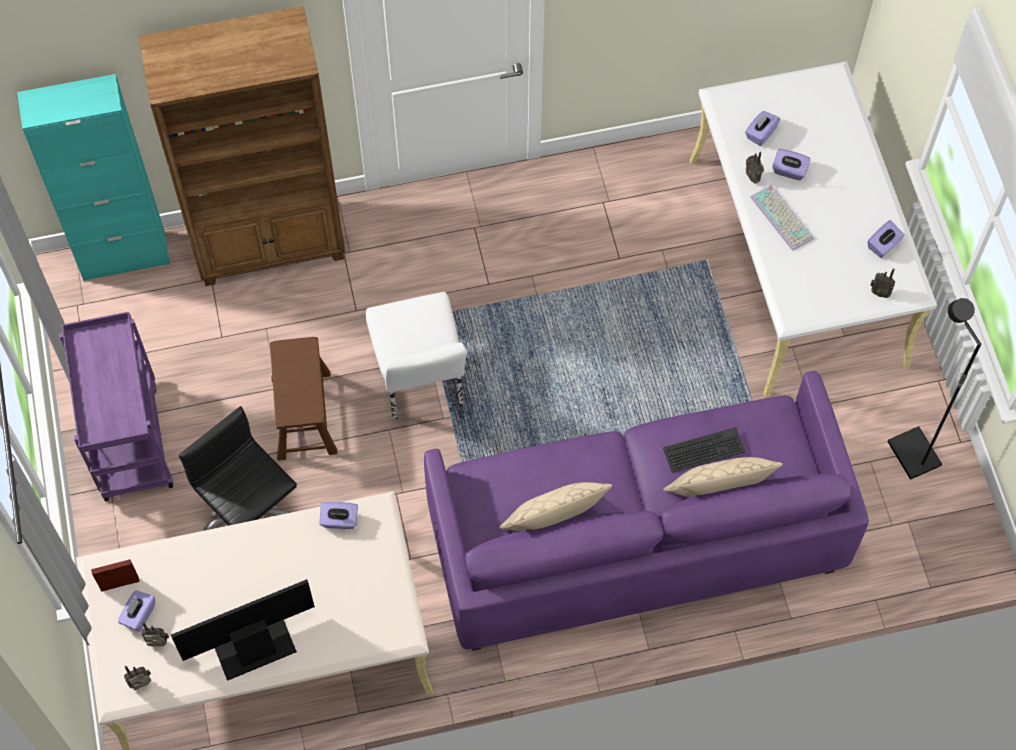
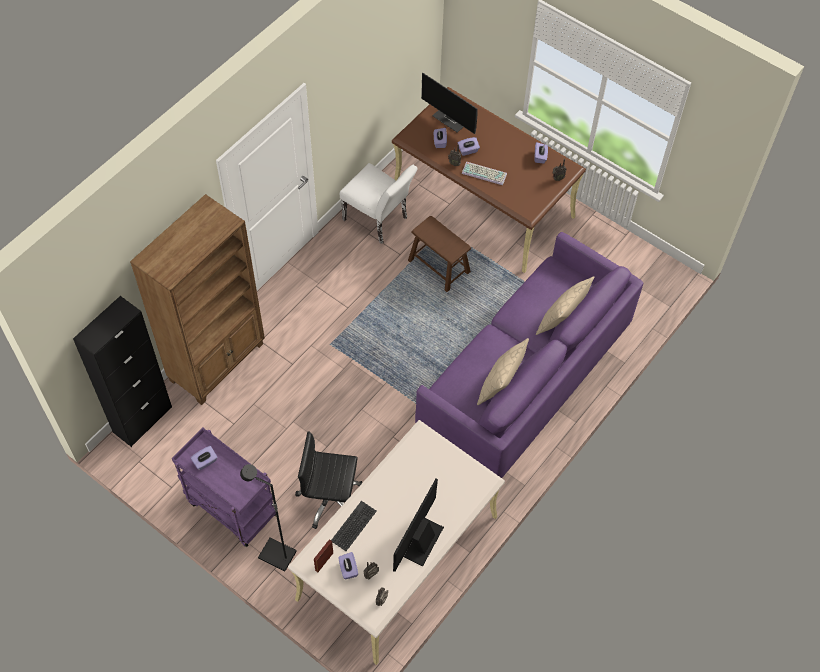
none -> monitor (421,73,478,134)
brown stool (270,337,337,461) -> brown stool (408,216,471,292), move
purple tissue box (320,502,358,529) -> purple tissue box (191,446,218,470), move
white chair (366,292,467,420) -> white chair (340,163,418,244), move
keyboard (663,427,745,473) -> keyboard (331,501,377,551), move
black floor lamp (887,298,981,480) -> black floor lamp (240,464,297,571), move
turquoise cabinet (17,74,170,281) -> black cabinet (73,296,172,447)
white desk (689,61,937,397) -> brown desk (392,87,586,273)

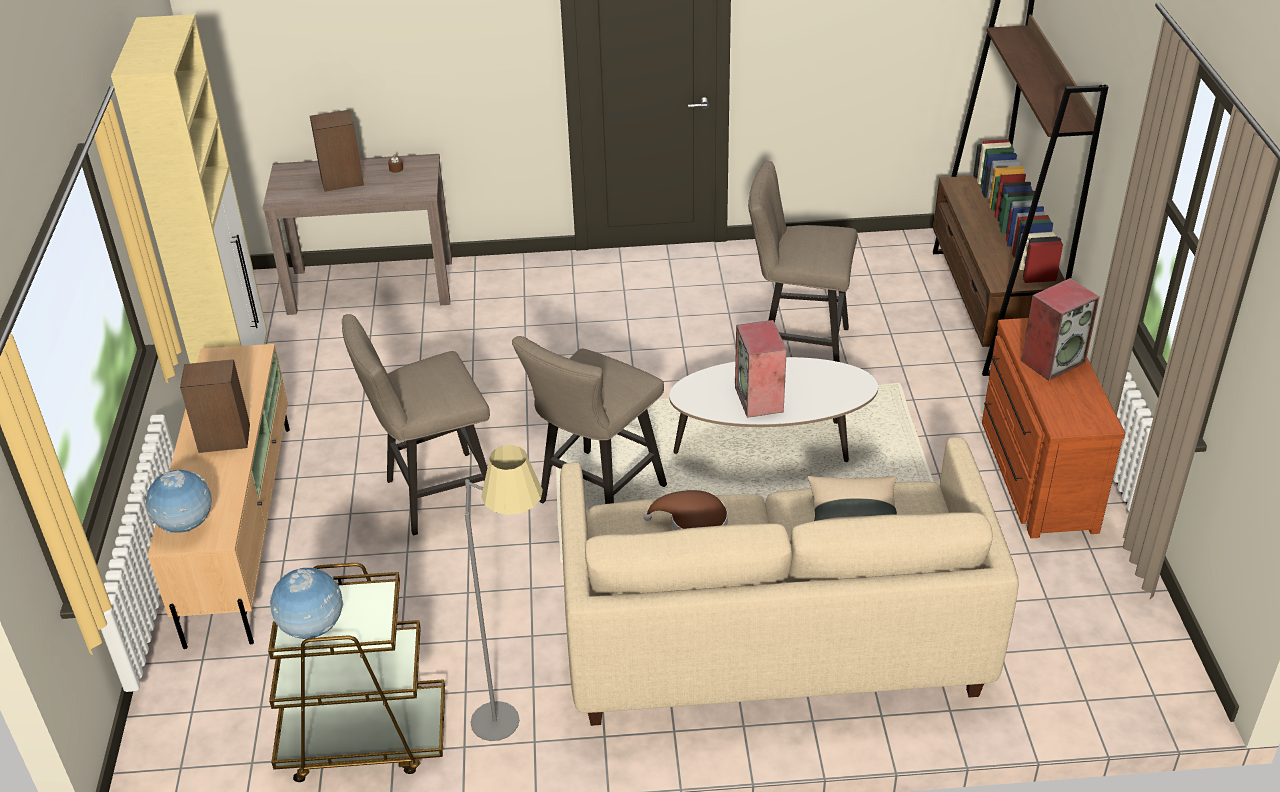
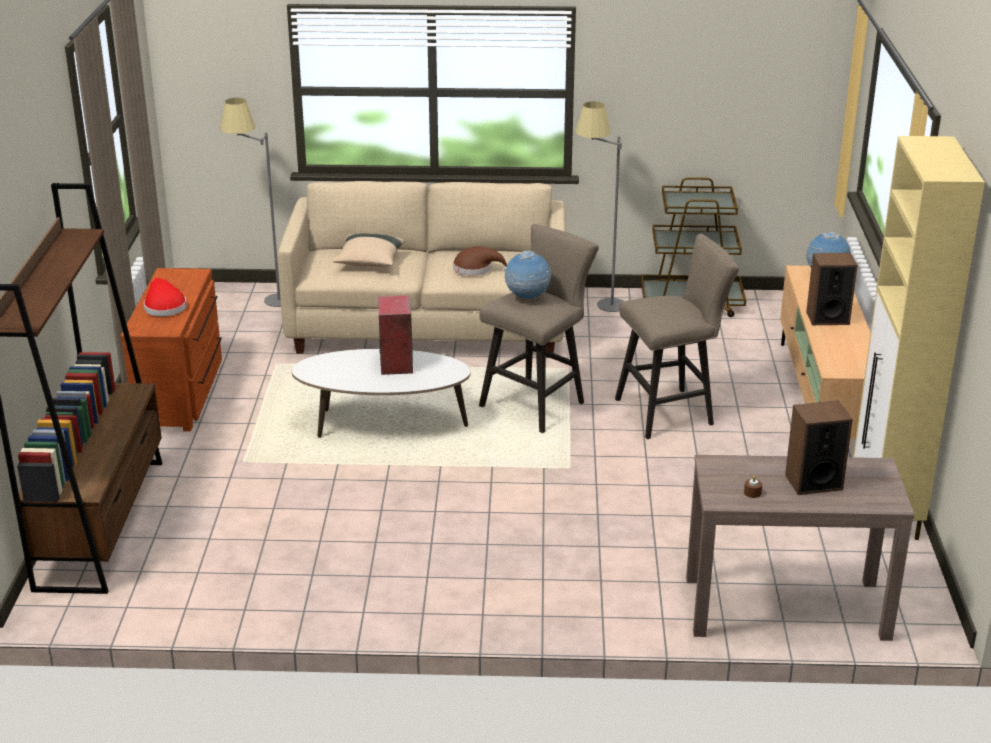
beige stool (748,161,857,362) -> none
none -> grey floor lamp (220,98,281,307)
globe (270,568,343,639) -> globe (505,251,551,301), move
speaker (1021,278,1100,381) -> red hat (144,278,187,316)

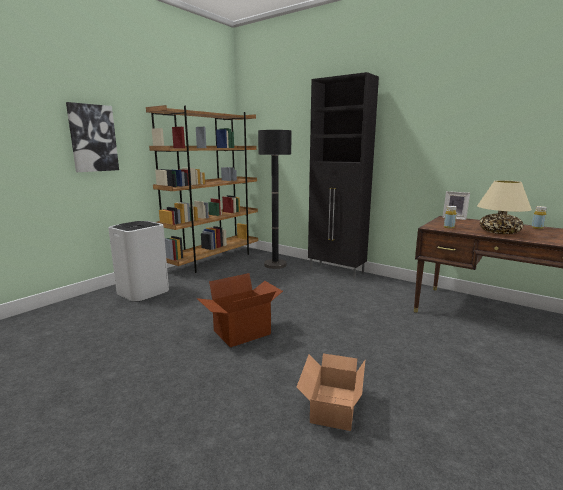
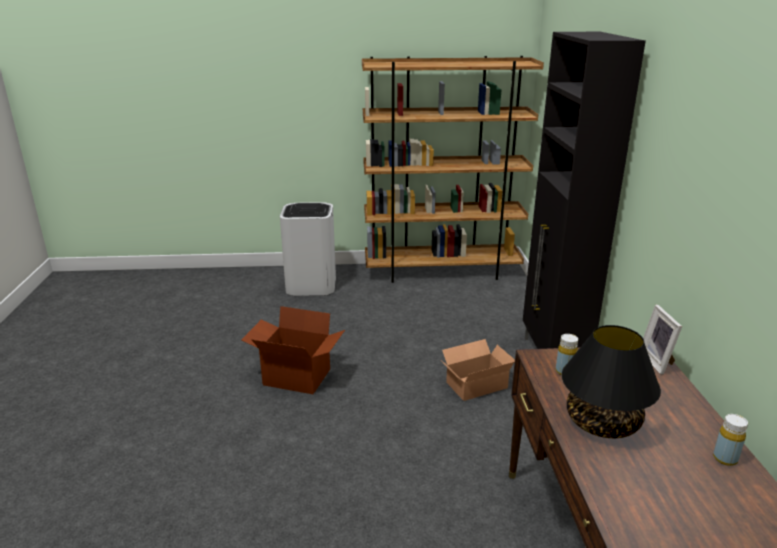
picture (66,102,119,172) -> none
black floor lamp (258,130,291,269) -> none
cardboard box (297,353,365,431) -> cardboard box (442,339,515,401), move
beige table lamp (477,180,532,234) -> black table lamp (561,325,661,438)

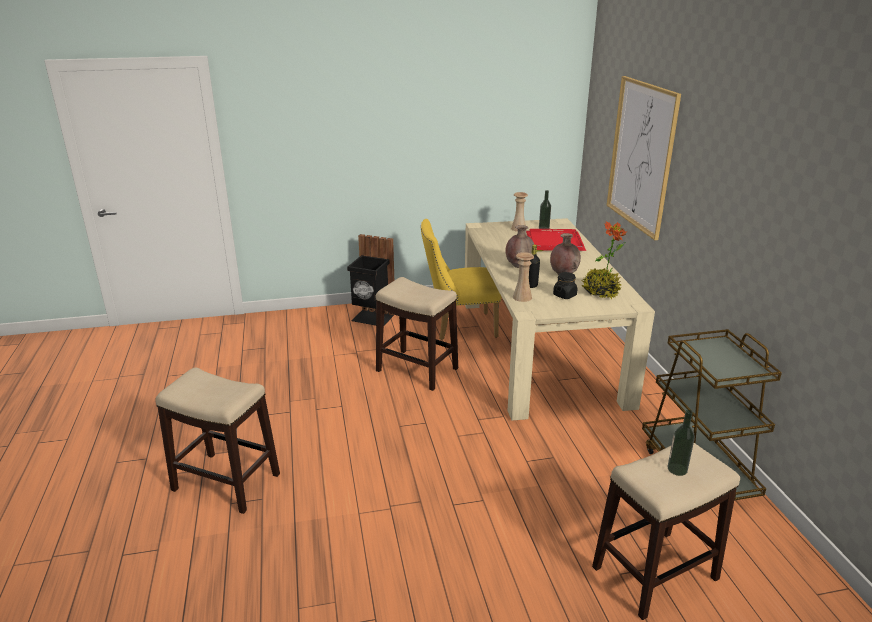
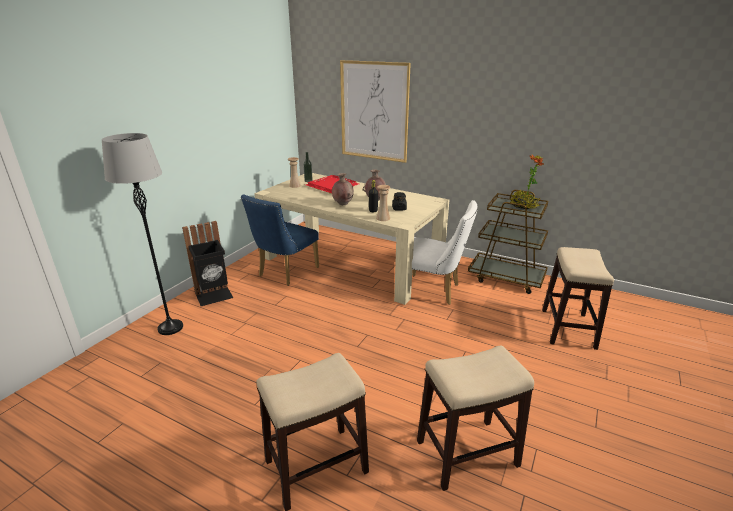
bottle (667,410,695,476) -> none
none -> grey floor lamp (102,133,183,335)
none -> white chair (412,200,478,305)
stool (376,277,458,391) -> stool (417,346,534,491), move
potted plant (582,221,627,299) -> potted plant (510,155,544,209), move
yellow chair (421,219,501,340) -> blue chair (241,194,319,286)

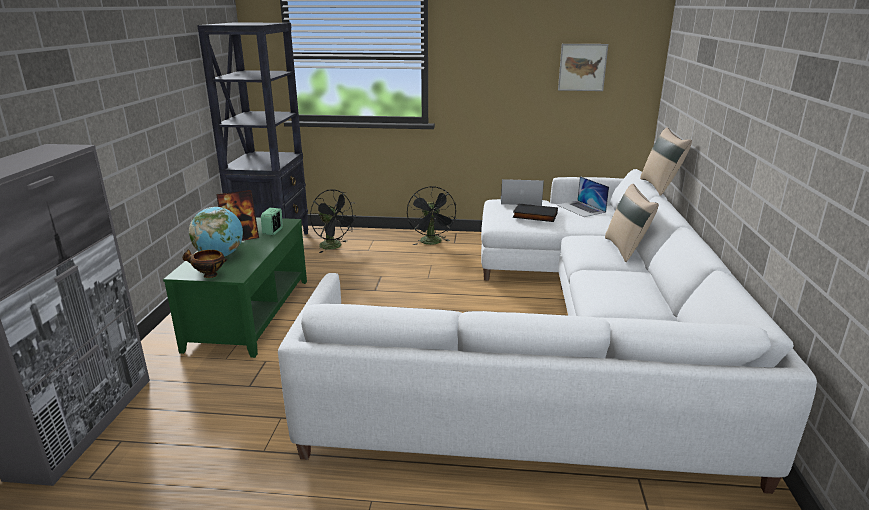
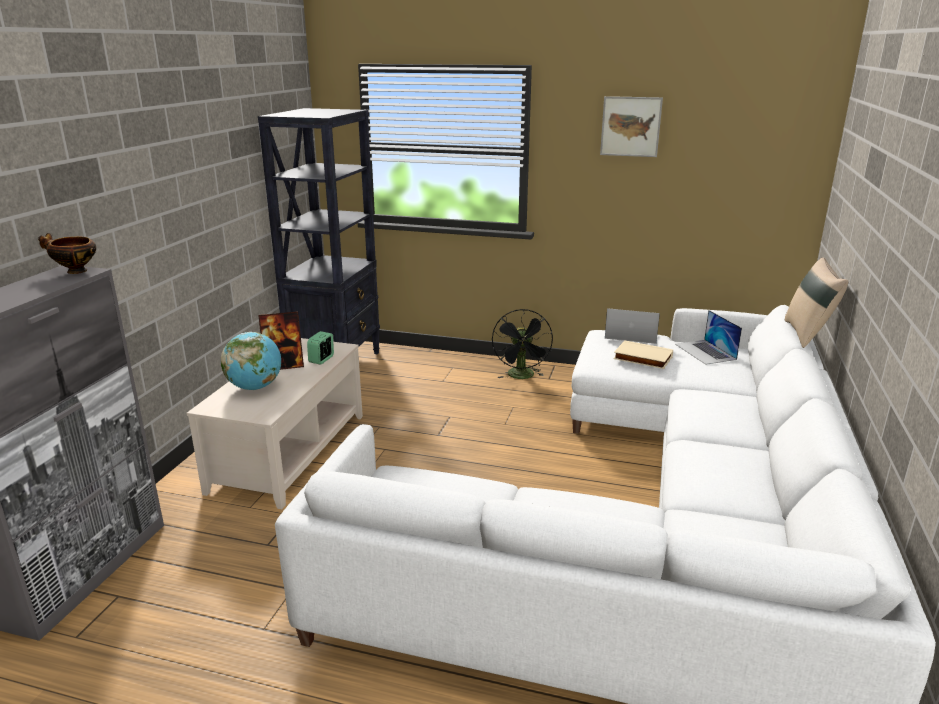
black fan (310,189,357,253) -> none
beige pillow (605,184,659,262) -> none
bowl (182,249,227,278) -> bowl (38,233,96,274), move
picture (558,44,608,91) -> picture (600,96,663,157), move
green coffee table (163,218,307,358) -> beige coffee table (187,338,363,509)
black book (513,203,558,222) -> beige book (613,340,673,369)

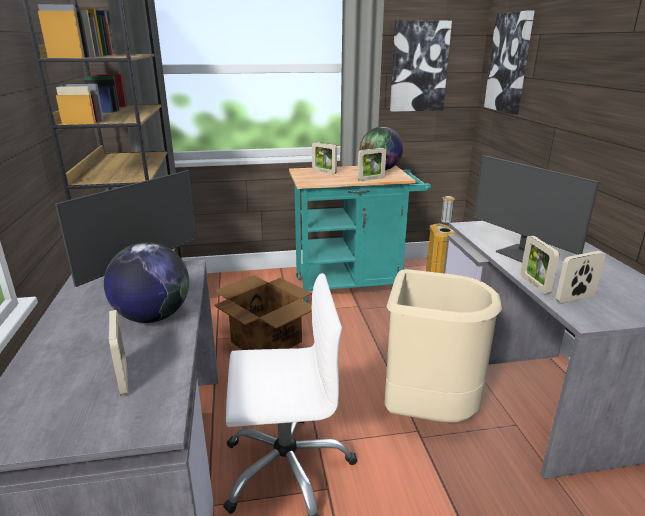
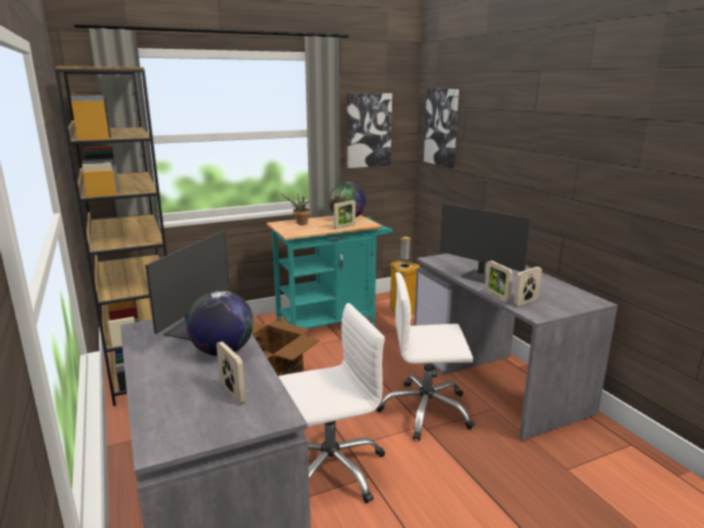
picture frame (312,142,337,174) -> potted plant (282,194,310,225)
beige trash can (384,269,502,423) -> white office chair (376,272,475,441)

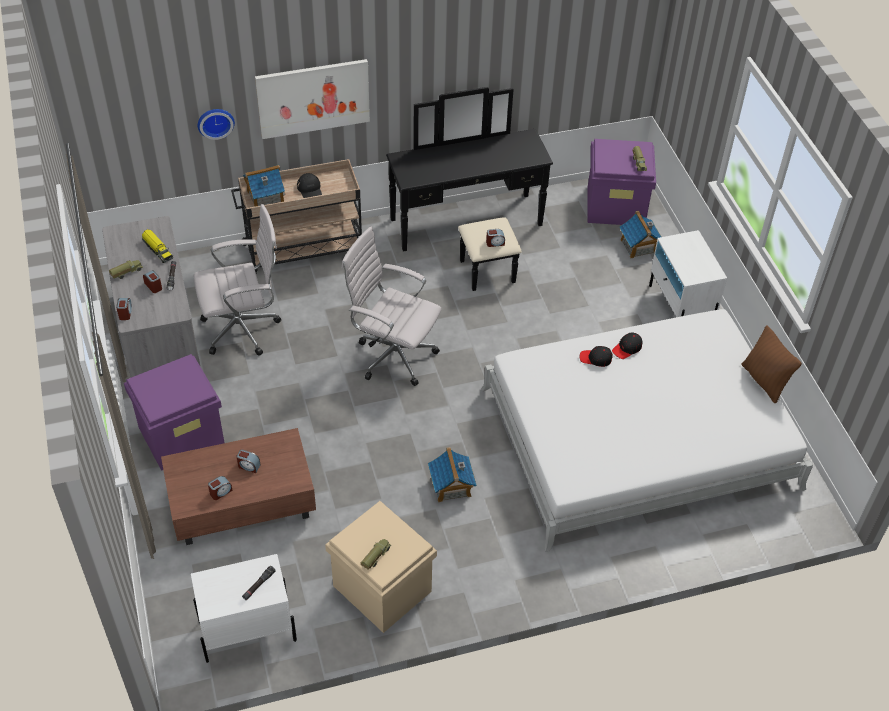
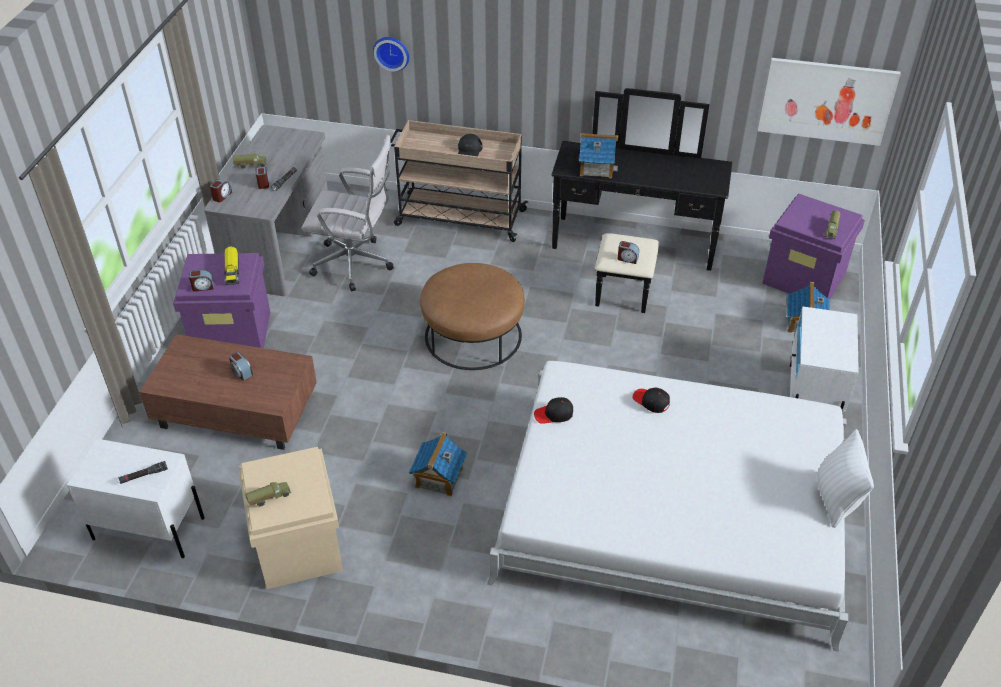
toy truck (142,229,173,263) -> toy truck (225,246,239,285), move
alarm clock (208,476,232,500) -> alarm clock (189,270,214,292), move
toy house (243,165,286,207) -> toy house (579,133,618,178), move
picture (255,59,370,139) -> picture (758,58,901,146), move
black cap (612,332,642,359) -> black cap (534,397,573,424), move
white office chair (342,227,441,386) -> brown ottoman (420,263,525,370)
brown pillow (741,325,802,403) -> white pillow (817,429,874,528)

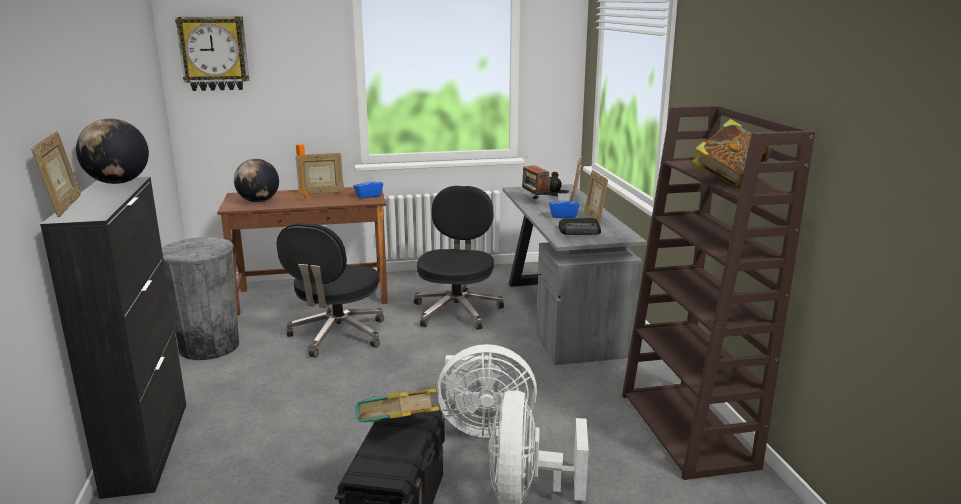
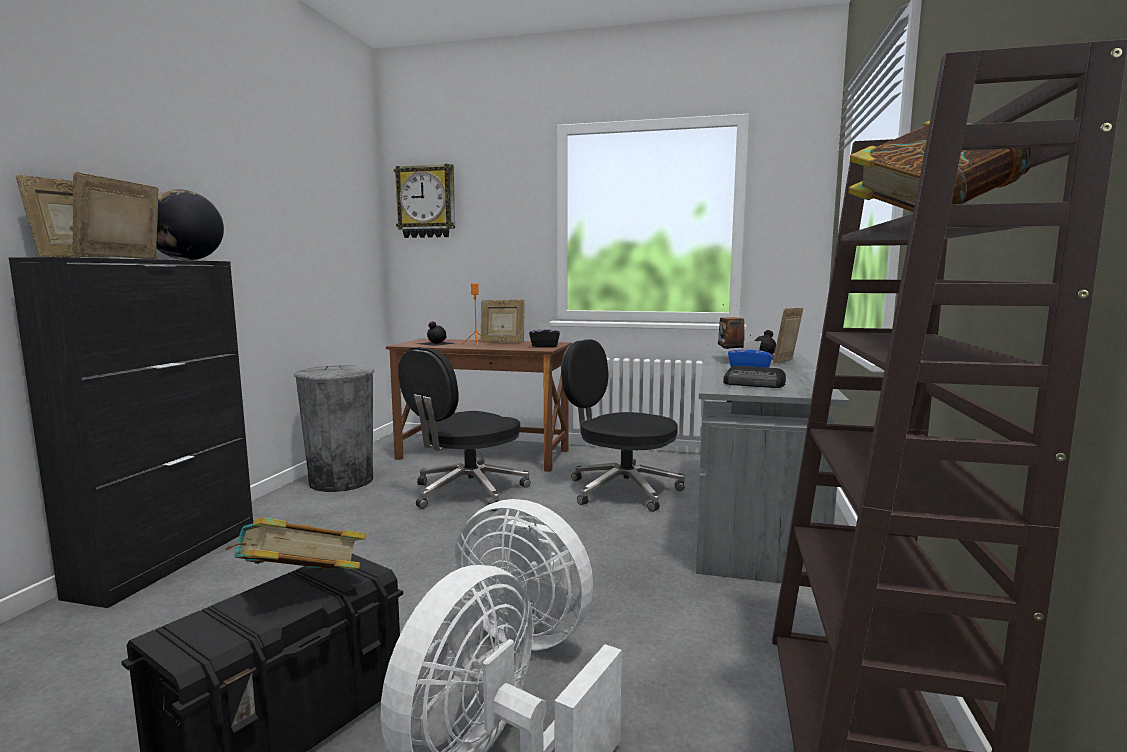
picture frame (585,170,608,224) -> picture frame (73,172,158,259), move
globe (234,159,279,202) -> black bottle (418,321,455,346)
blue tissue box (353,175,383,198) -> black tissue box (529,323,560,348)
black office chair (414,186,504,330) -> black office chair (561,339,685,512), 90 degrees counterclockwise

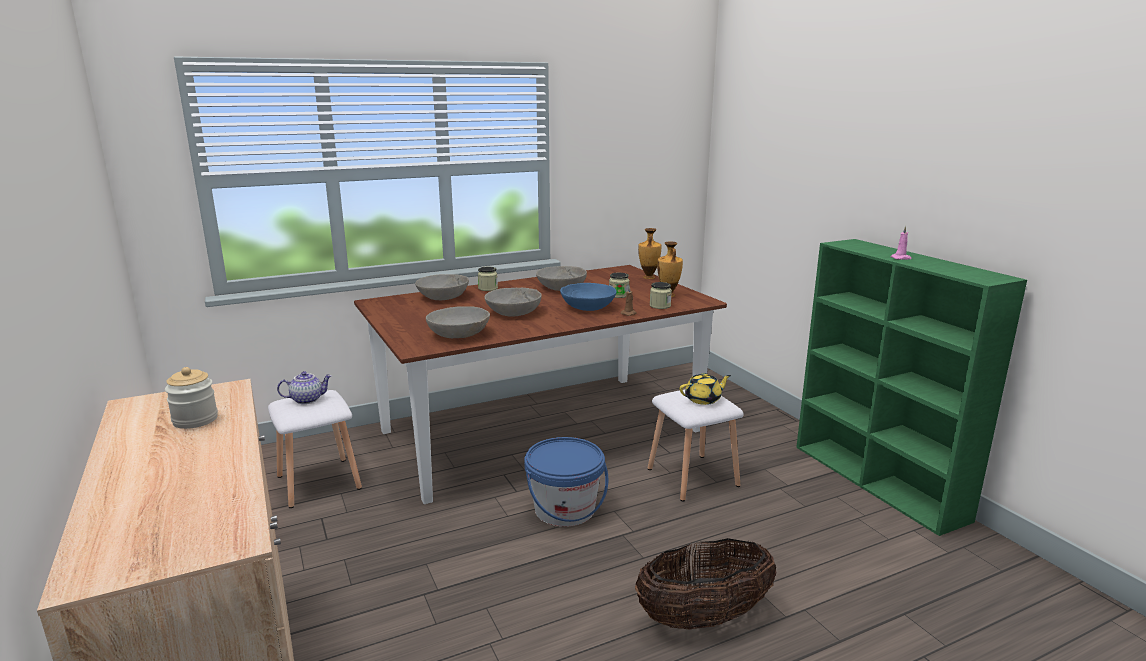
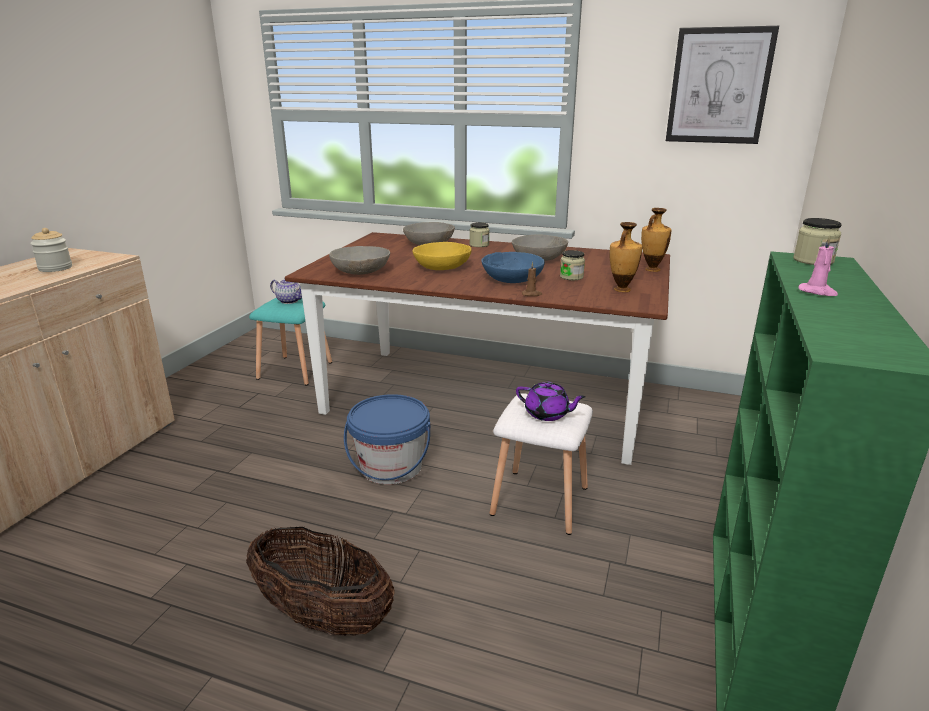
none -> picture (666,26,779,144)
jar (650,282,672,309) -> jar (793,218,842,265), move
white stool (268,390,362,508) -> turquoise stool (249,298,332,386)
grey bowl (484,288,542,317) -> yellow bowl (412,242,472,270)
yellow teapot (680,373,731,405) -> purple teapot (516,382,586,421)

